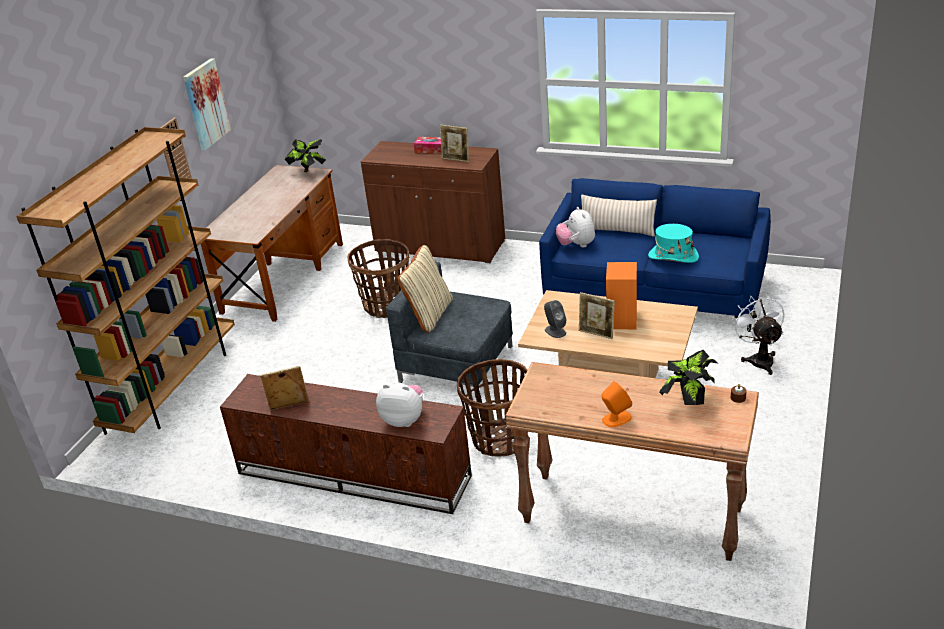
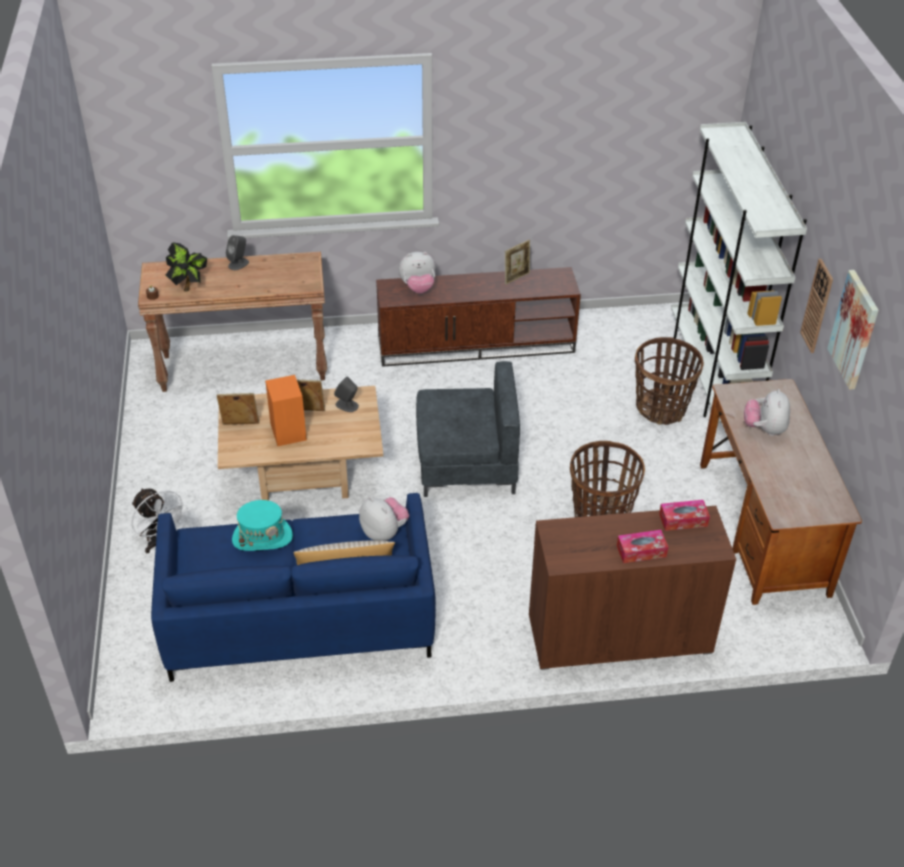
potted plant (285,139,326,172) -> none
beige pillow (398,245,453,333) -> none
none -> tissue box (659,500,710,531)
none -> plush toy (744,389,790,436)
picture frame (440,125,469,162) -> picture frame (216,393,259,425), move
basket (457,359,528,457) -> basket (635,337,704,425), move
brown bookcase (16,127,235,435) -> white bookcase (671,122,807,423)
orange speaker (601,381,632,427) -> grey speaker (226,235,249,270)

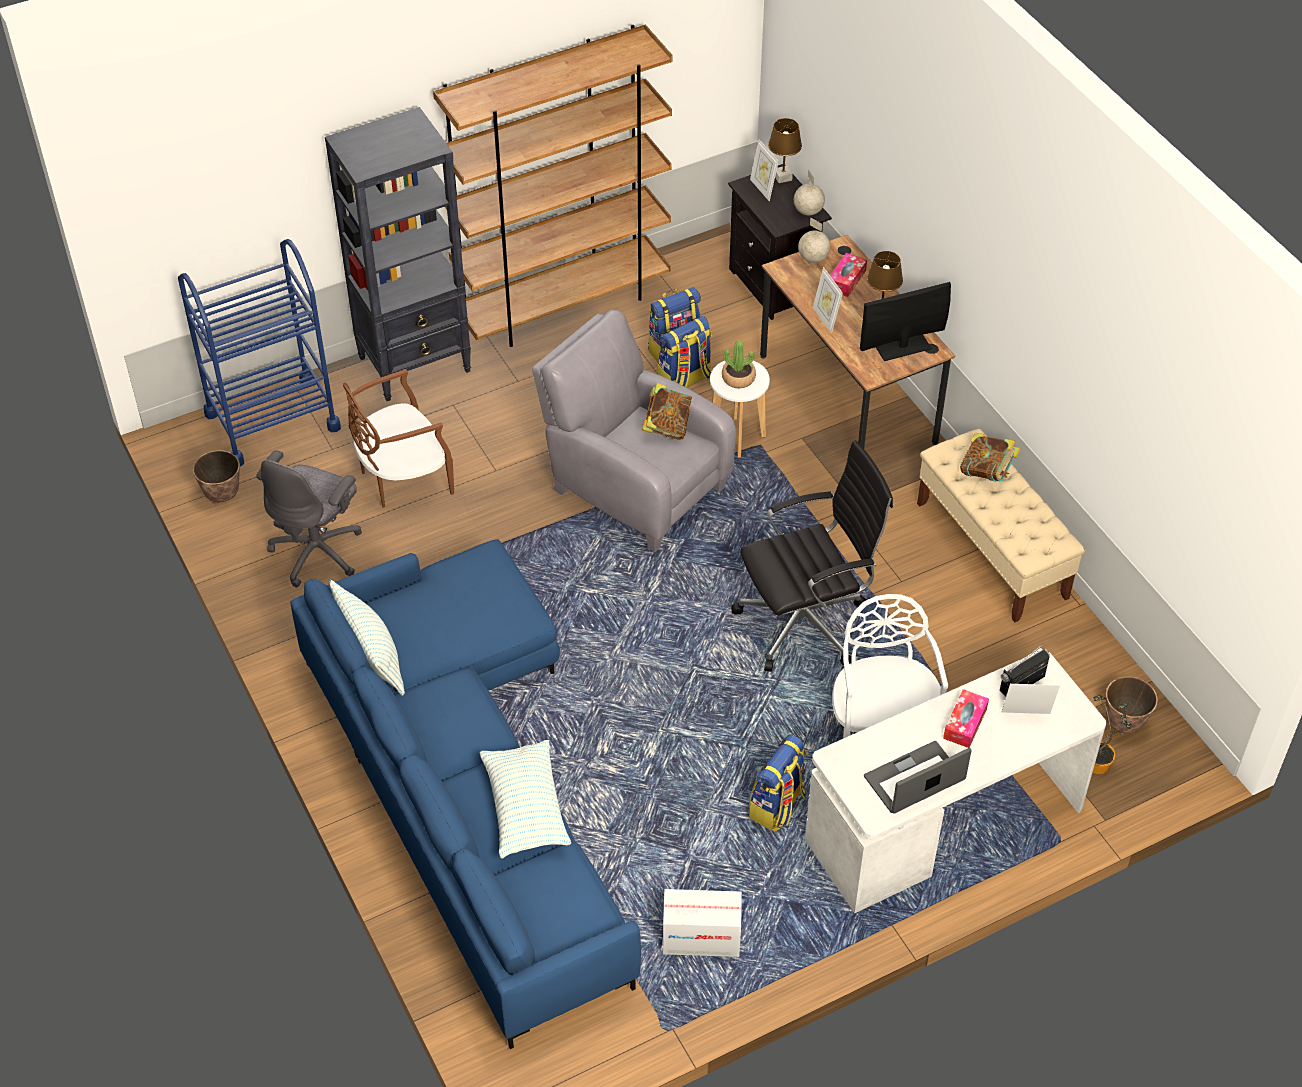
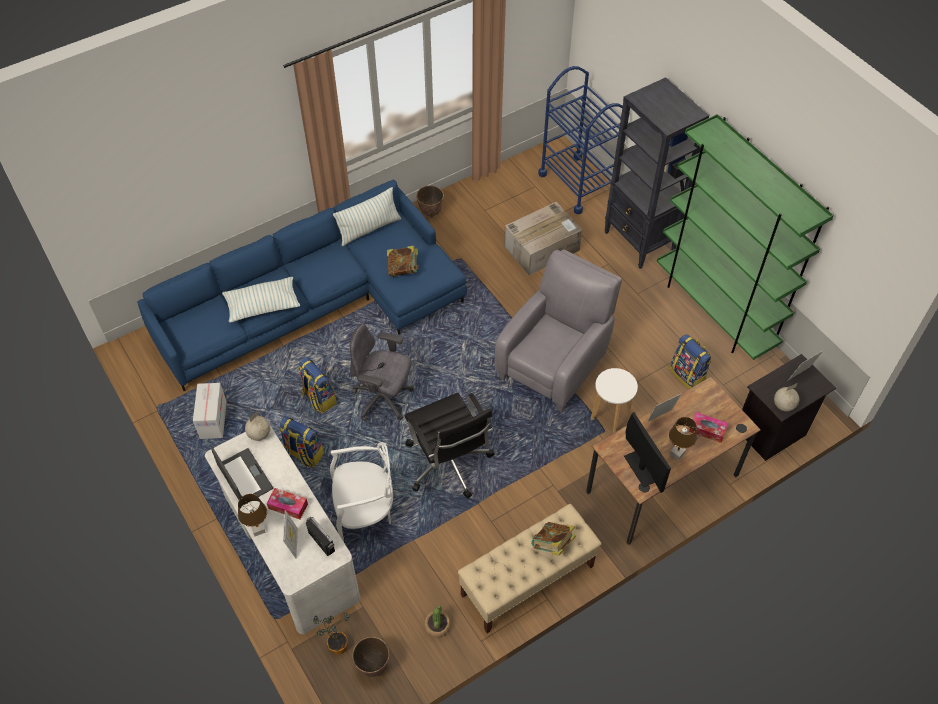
planter (193,450,240,504) -> planter (416,185,444,218), move
grey office chair (256,450,362,587) -> grey office chair (350,324,413,421), move
book (642,383,692,440) -> book (387,246,419,277), move
backpack (657,316,711,388) -> backpack (298,357,337,413), move
potted plant (722,341,756,388) -> potted plant (425,605,451,637), move
brown table lamp (768,118,802,183) -> brown table lamp (238,494,267,537), move
globe (798,217,830,263) -> globe (245,411,270,441), move
brown chair (343,369,454,508) -> cardboard box (504,202,582,275)
brown bookcase (433,24,672,347) -> green bookcase (657,114,834,360)

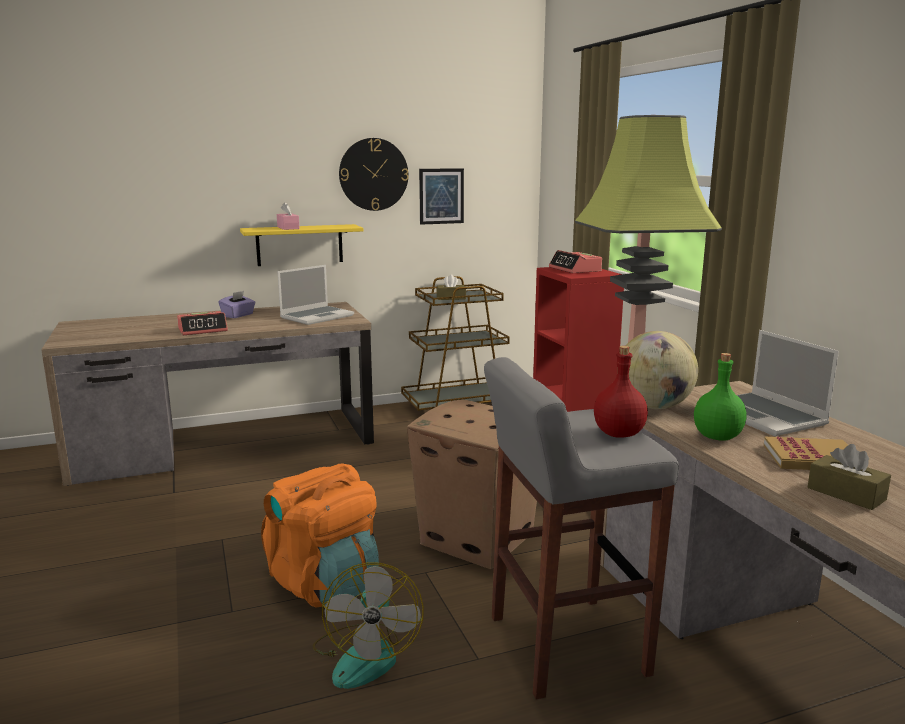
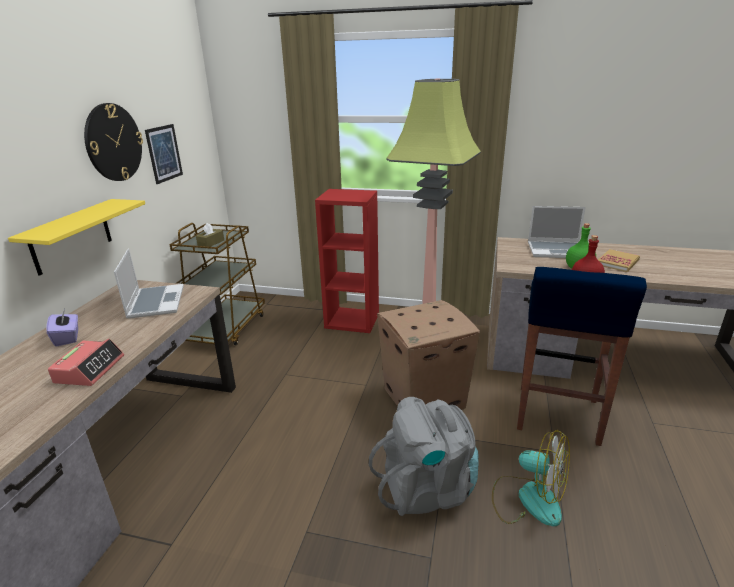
pink tissue box (277,202,300,230) -> none
alarm clock (549,250,602,273) -> none
globe (626,331,698,409) -> none
brown tissue box (808,444,891,510) -> none
orange backpack (261,464,379,607) -> grey backpack (369,397,479,516)
grey stool (484,357,679,700) -> blue stool (517,267,647,446)

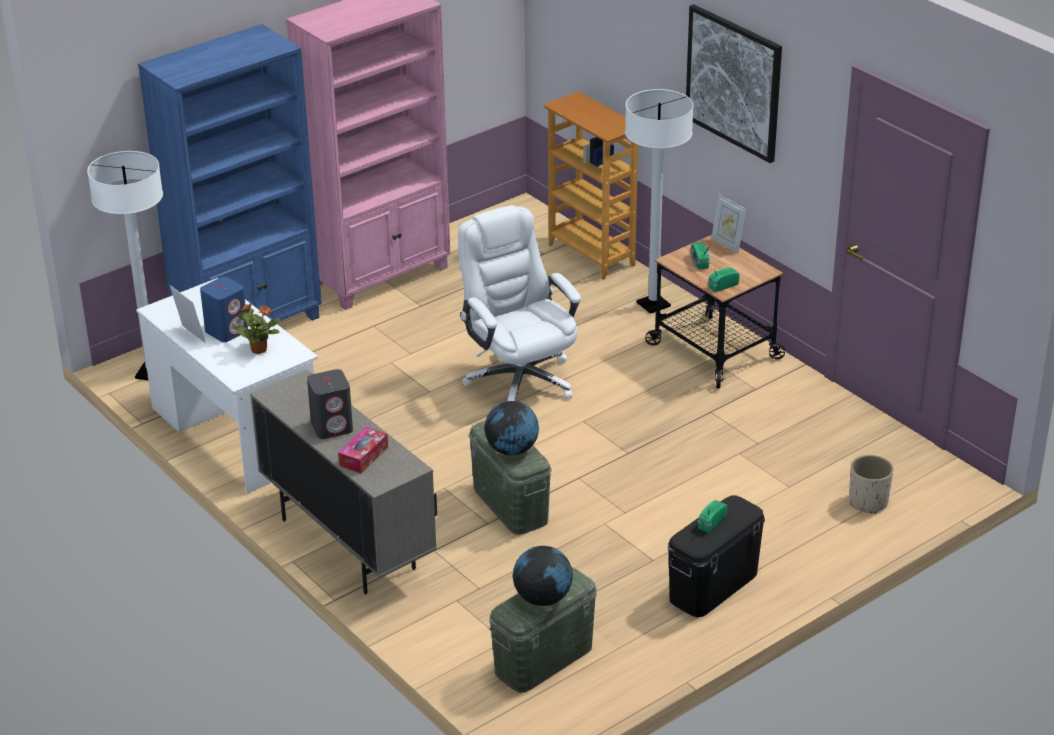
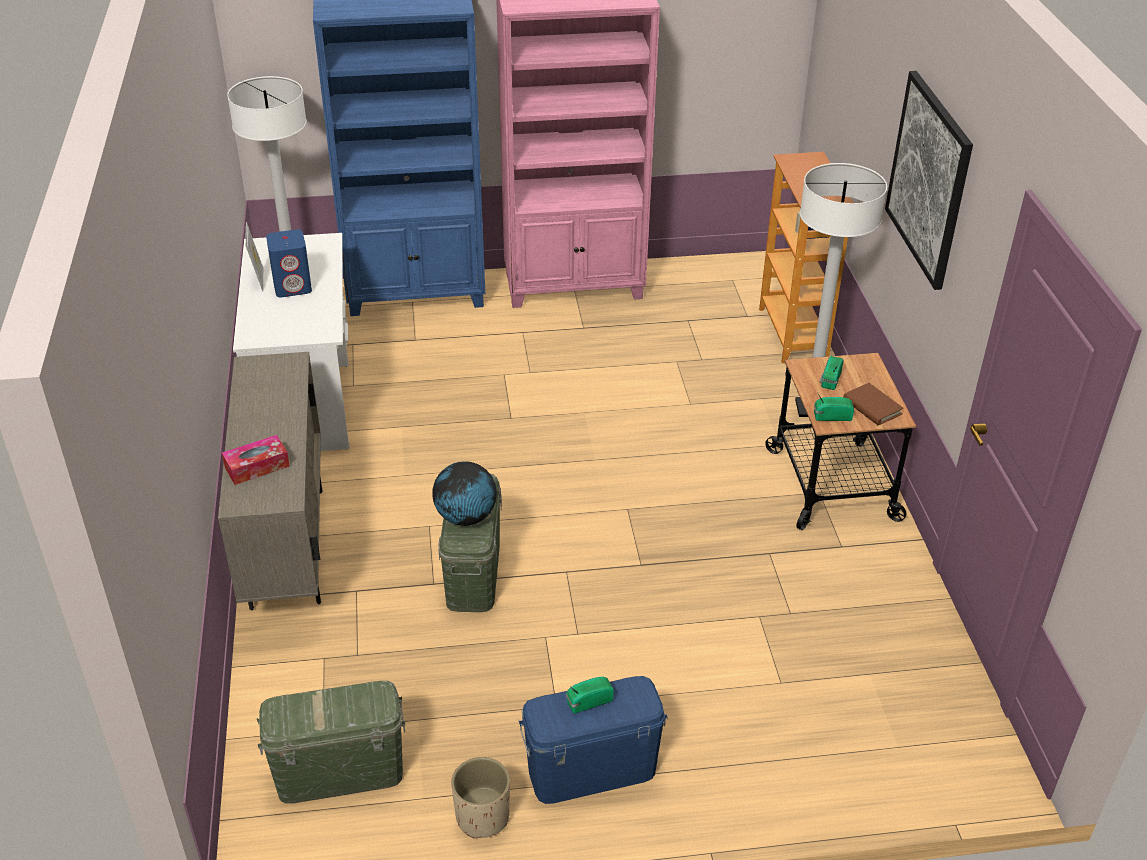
potted plant (233,304,281,354) -> none
grey speaker (307,369,353,439) -> none
white office chair (458,205,581,401) -> none
globe (513,546,573,606) -> none
picture frame (711,195,747,254) -> none
none -> brown book (843,383,904,426)
beige planter (849,455,893,514) -> beige planter (451,757,510,838), move
black storage box (668,495,765,617) -> blue storage box (519,676,668,804)

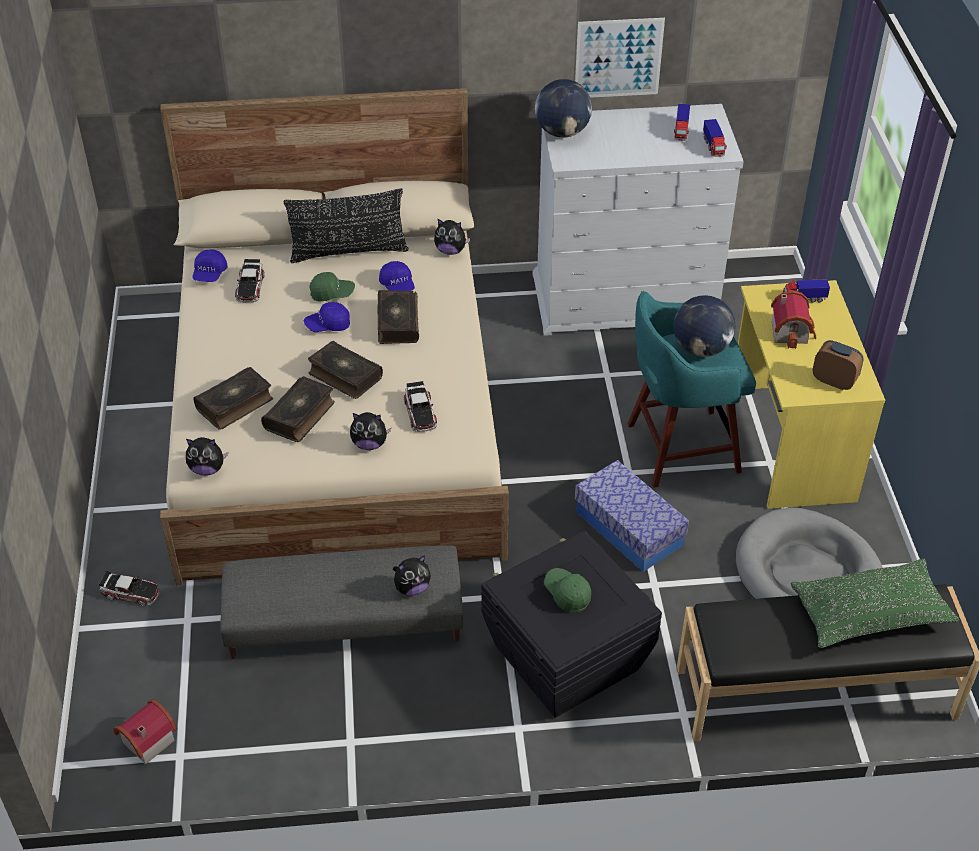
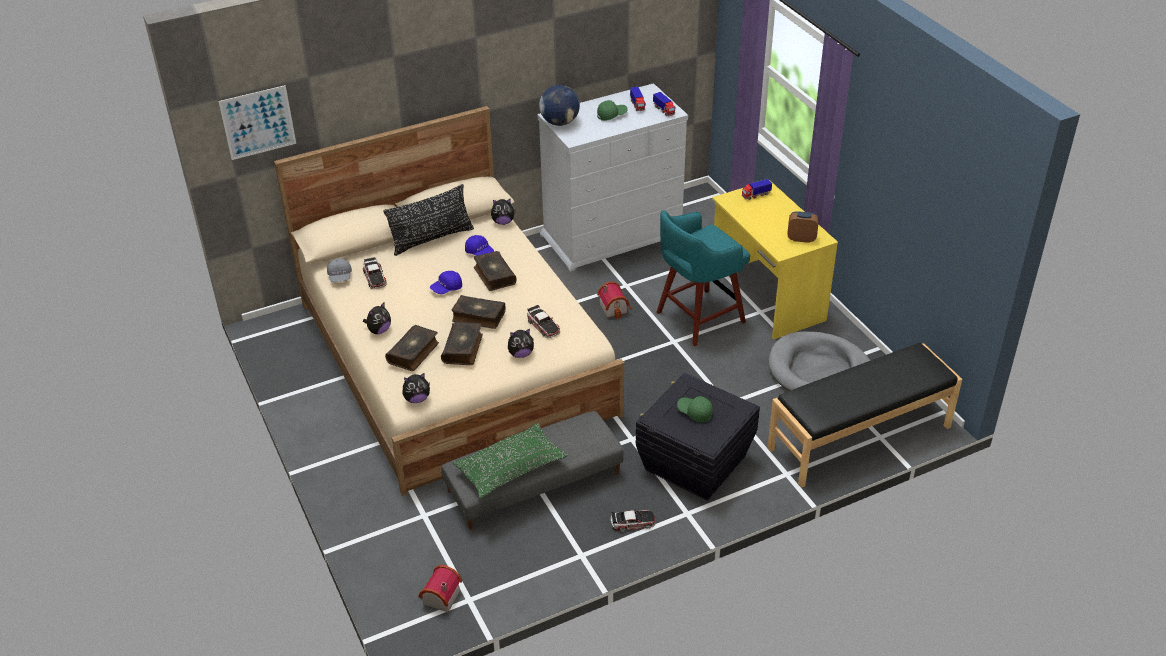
storage box (575,460,689,572) -> none
globe (673,295,735,357) -> none
toy car (99,571,160,606) -> toy car (611,509,655,532), move
green cap (310,272,355,301) -> green cap (597,100,628,121), move
plush toy (393,555,431,596) -> plush toy (363,303,391,334), move
picture (575,18,665,98) -> picture (218,85,296,160), move
toy house (771,291,817,349) -> toy house (597,282,631,319), move
green pillow (791,558,959,648) -> green pillow (453,423,568,498), move
blue cap (192,249,228,282) -> grey cap (327,258,352,282)

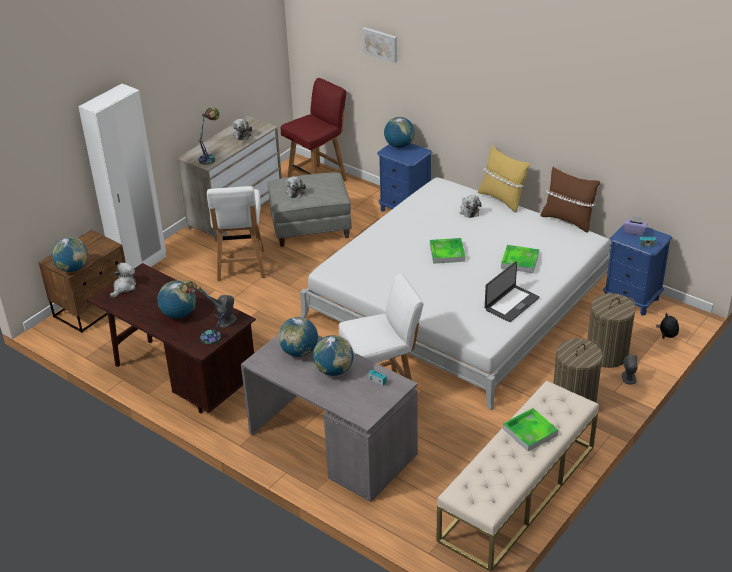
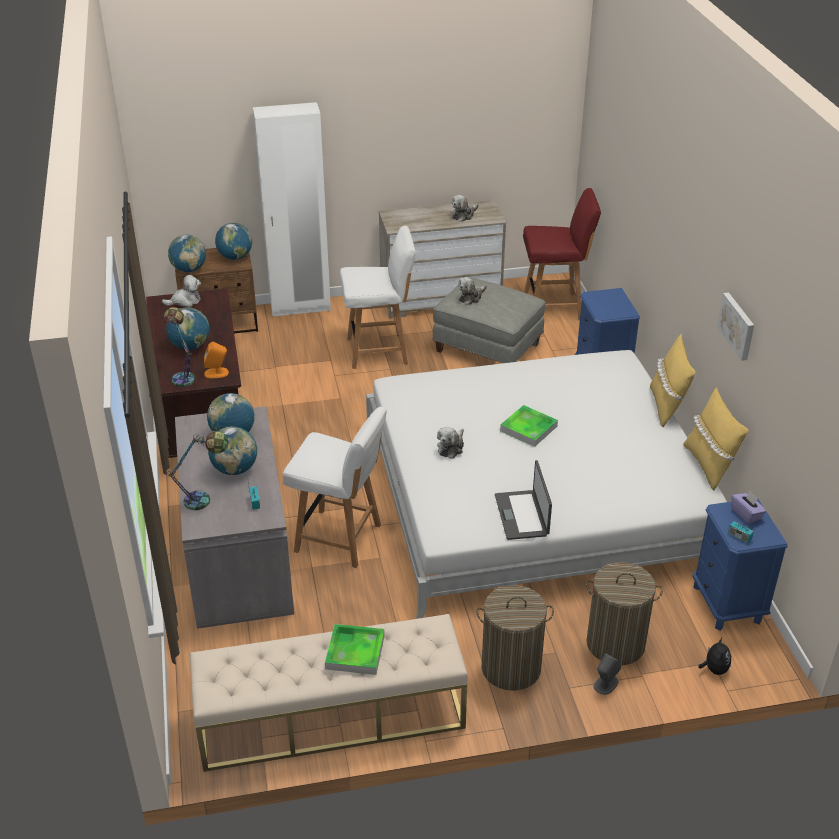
tray (501,245,539,273) -> none
table lamp (199,107,219,165) -> table lamp (166,431,228,510), move
picture (362,27,397,63) -> picture (717,293,754,361), move
globe (384,117,415,148) -> globe (215,223,252,260), move
plush toy (460,195,482,218) -> plush toy (437,427,464,459), move
grey speaker (215,295,237,328) -> orange speaker (204,342,229,378)
brown pillow (540,166,600,233) -> yellow pillow (683,388,749,490)
white chair (207,186,265,281) -> white chair (340,226,416,369), 135 degrees counterclockwise
laptop (485,261,540,322) -> laptop (495,460,552,540), 90 degrees clockwise

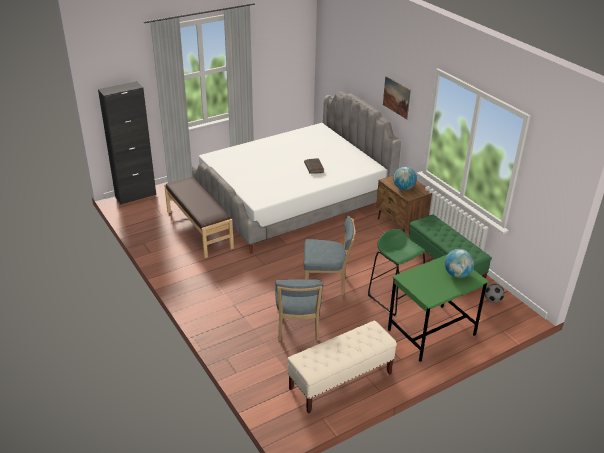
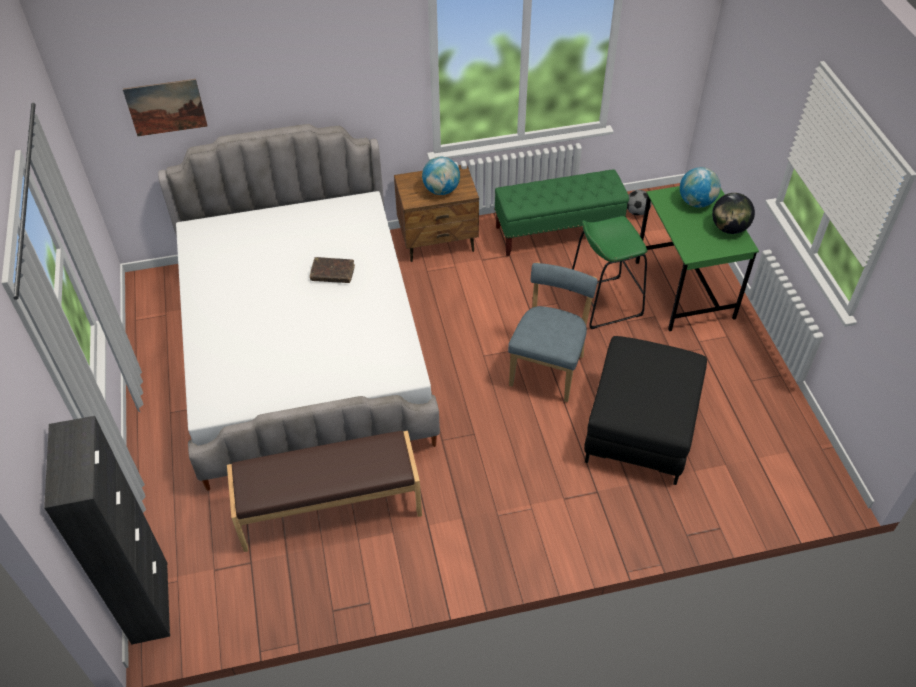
beige bench (287,321,397,414) -> none
none -> globe (712,193,755,234)
picture (383,76,411,119) -> picture (123,79,208,136), move
blue chair (275,279,323,341) -> black ottoman (584,336,707,485)

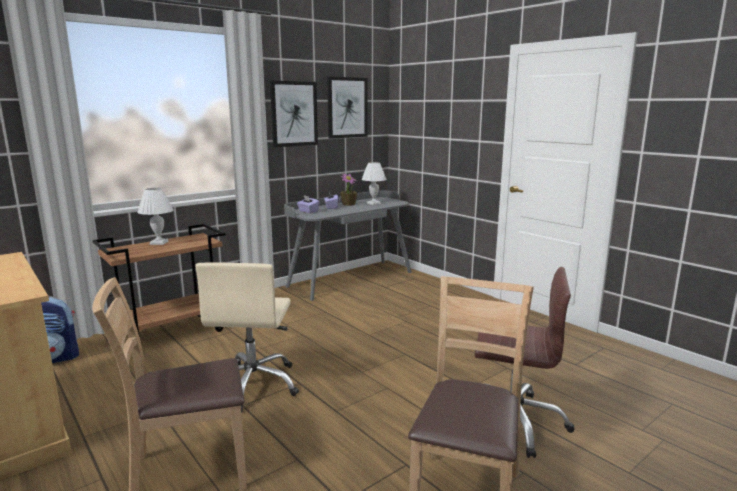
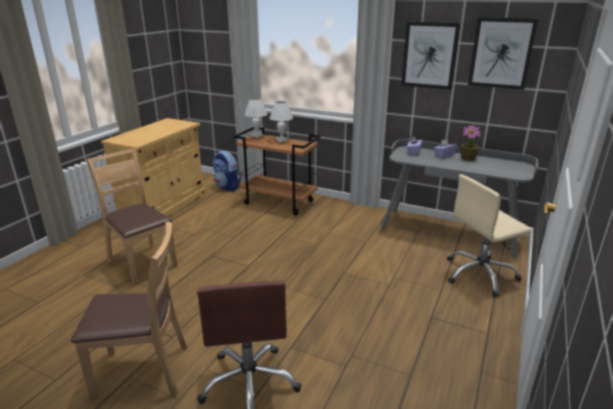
beige office chair (195,263,299,413) -> beige office chair (447,174,532,297), move
white table lamp (361,162,387,205) -> white table lamp (245,98,268,138), move

